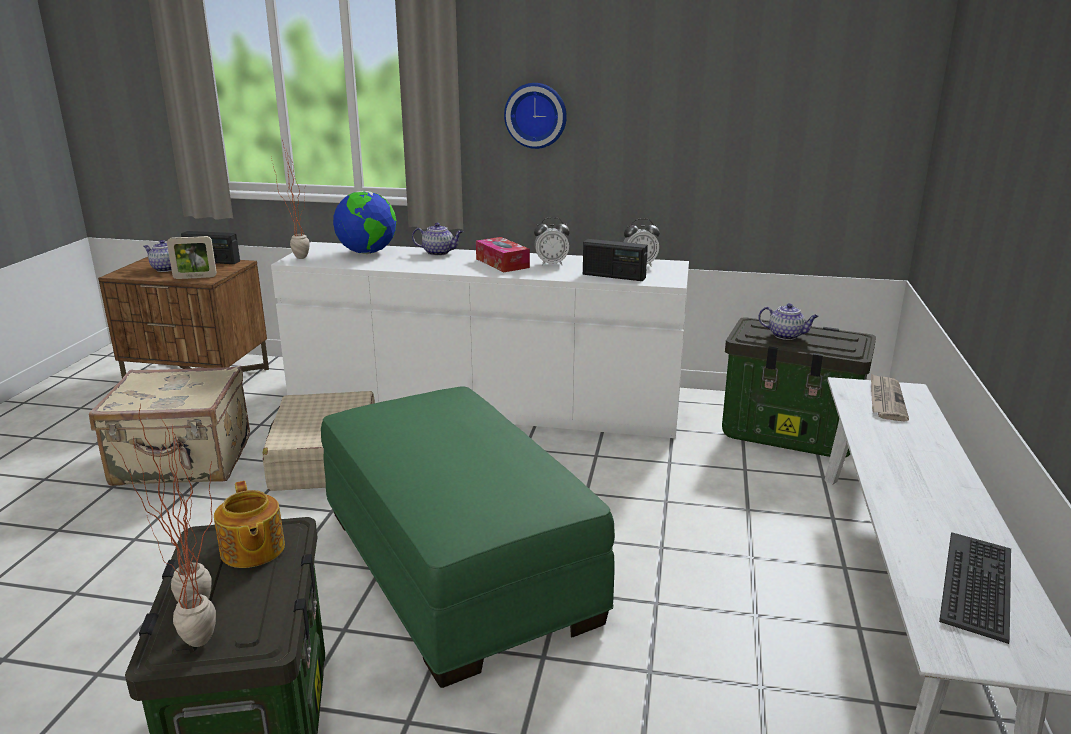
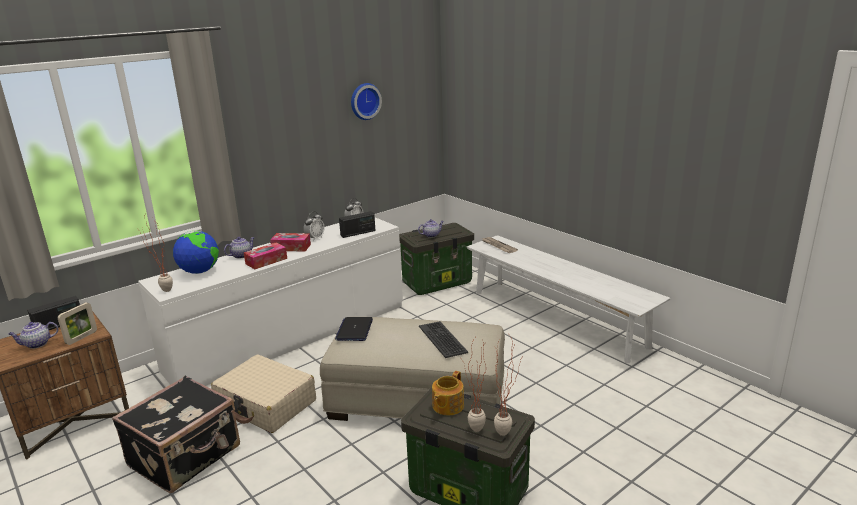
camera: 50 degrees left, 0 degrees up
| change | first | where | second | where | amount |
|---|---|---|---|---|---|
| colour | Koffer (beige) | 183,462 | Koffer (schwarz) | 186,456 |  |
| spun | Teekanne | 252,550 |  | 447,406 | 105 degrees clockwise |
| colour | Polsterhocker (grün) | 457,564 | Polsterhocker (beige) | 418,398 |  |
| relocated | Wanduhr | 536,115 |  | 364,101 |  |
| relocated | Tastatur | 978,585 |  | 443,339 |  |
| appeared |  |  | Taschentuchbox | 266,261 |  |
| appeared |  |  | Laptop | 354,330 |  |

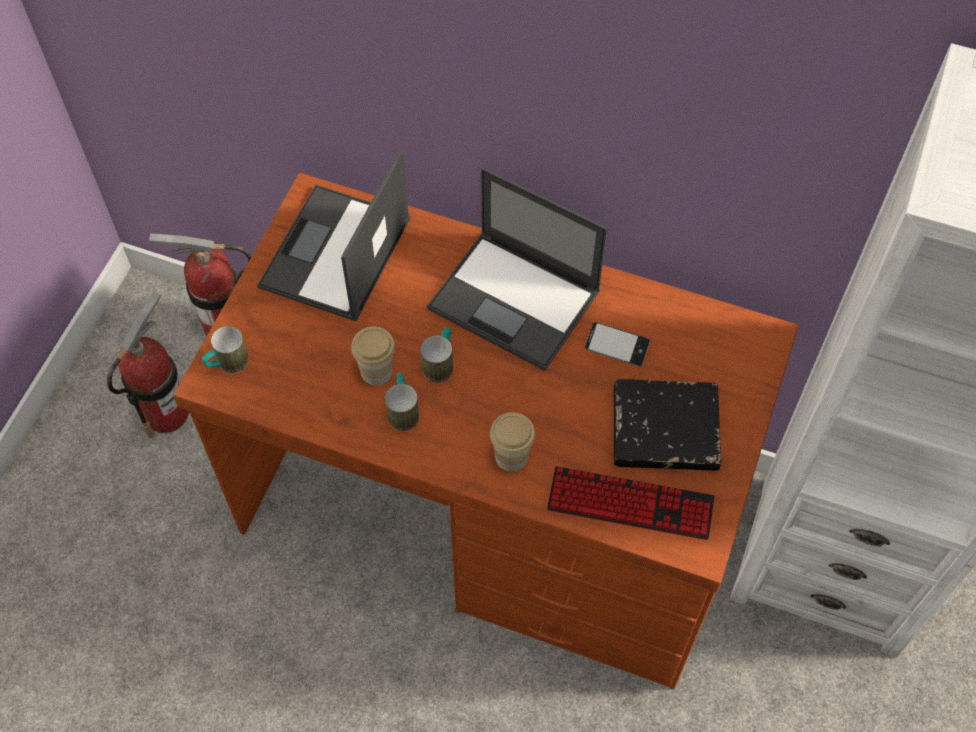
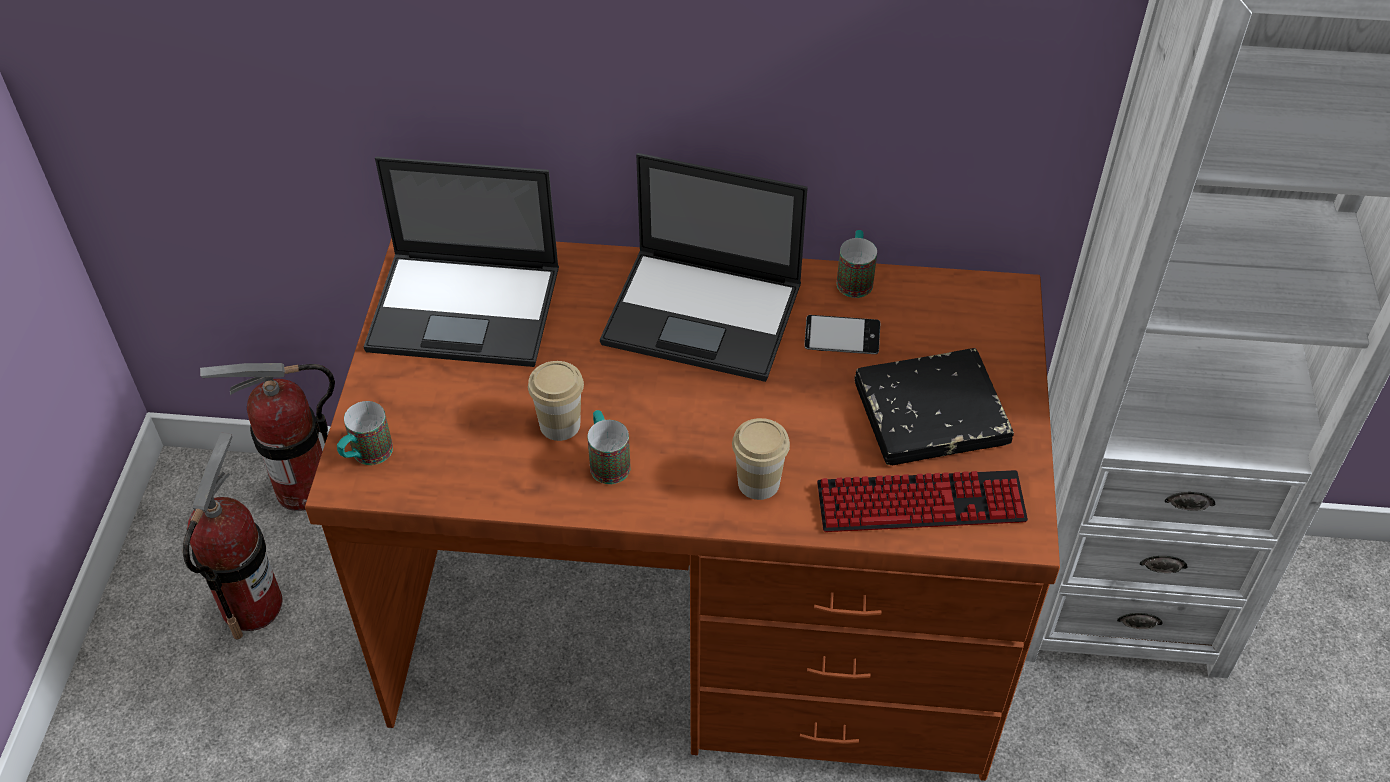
camera: 15 degrees left, 10 degrees down
| change | first | where | second | where | amount |
|---|---|---|---|---|---|
| spun | Laptop | 335,255 |  | 467,309 | 90 degrees counterclockwise |
| relocated | Henkelbecher | 440,363 |  | 855,278 |  |

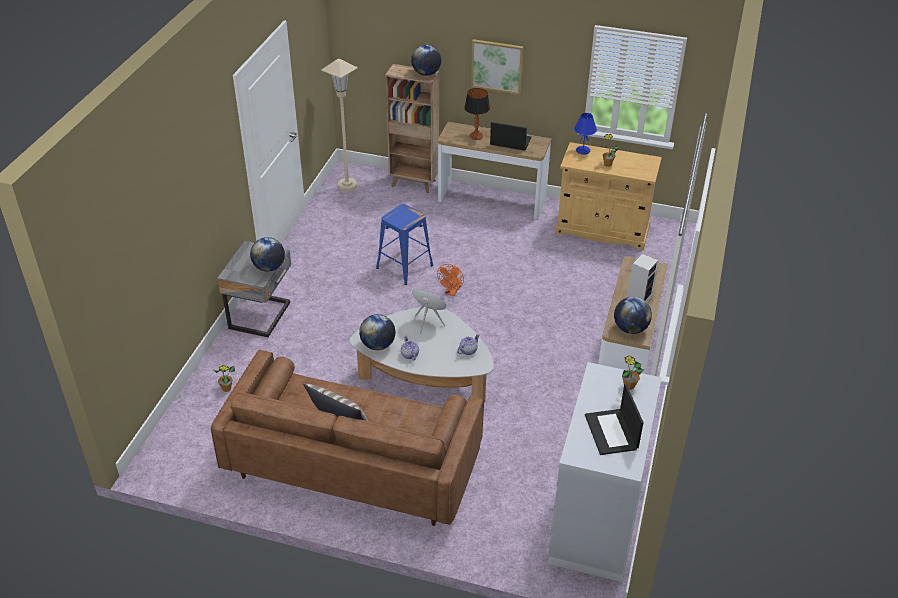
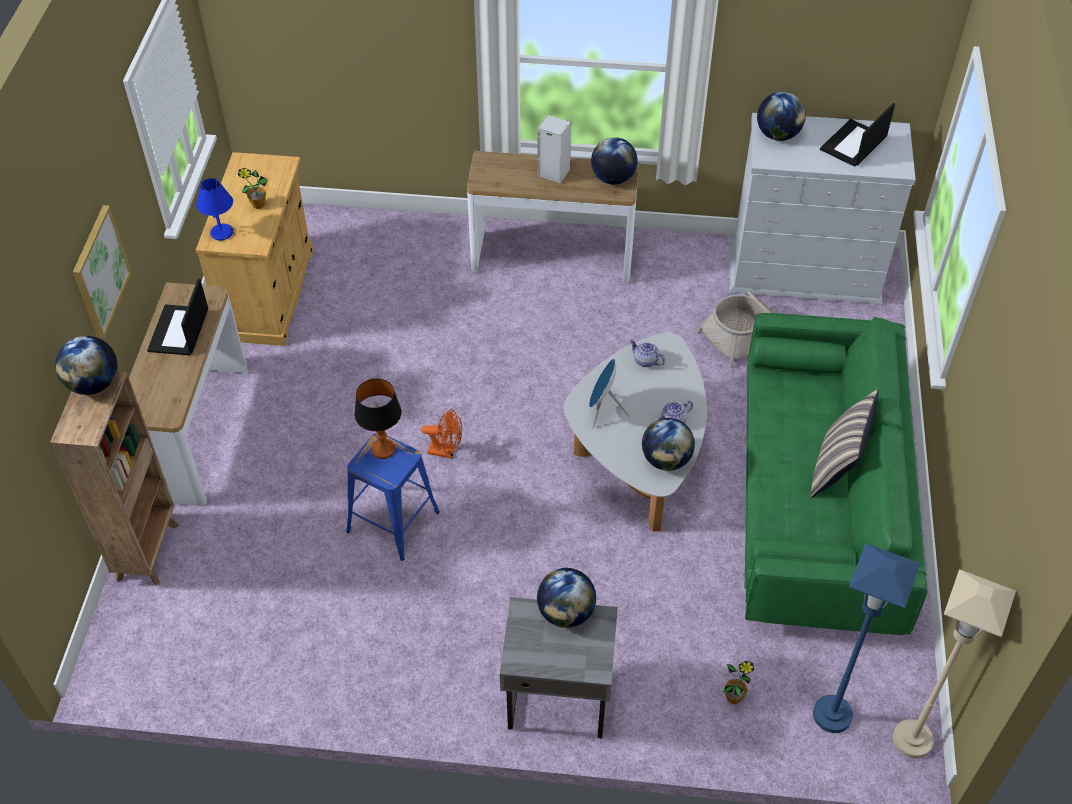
camera: 100 degrees left, 10 degrees up
| change | first | where | second | where | amount |
|---|---|---|---|---|---|
| colour | Sofa (braun) | 353,465 | Sofa (grün) | 816,503 |  |
| relocated | Stehlampe (beige) | 347,186 |  | 912,740 |  |
| relocated | Tischlampe | 476,136 |  | 383,450 |  |
| spun | Laptop | 612,432 |  | 853,144 | 150 degrees clockwise |
| exchanged | Topfpflanze | 629,386 | Globus | 777,135 |  |
| appeared |  |  | Korb | 744,335 |  |
| appeared |  |  | Stehlampe (blau) | 832,715 |  |

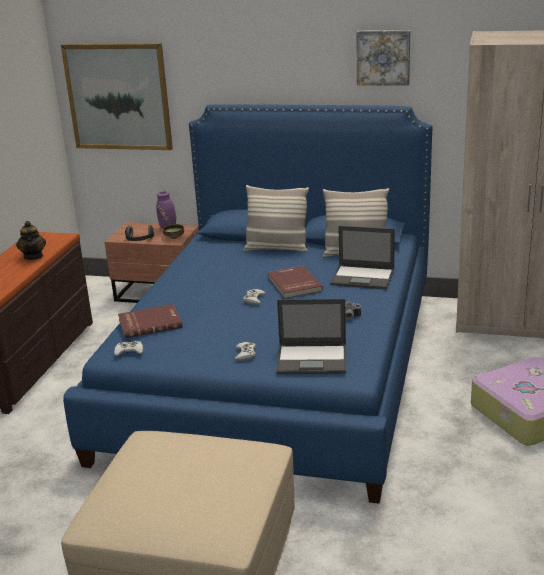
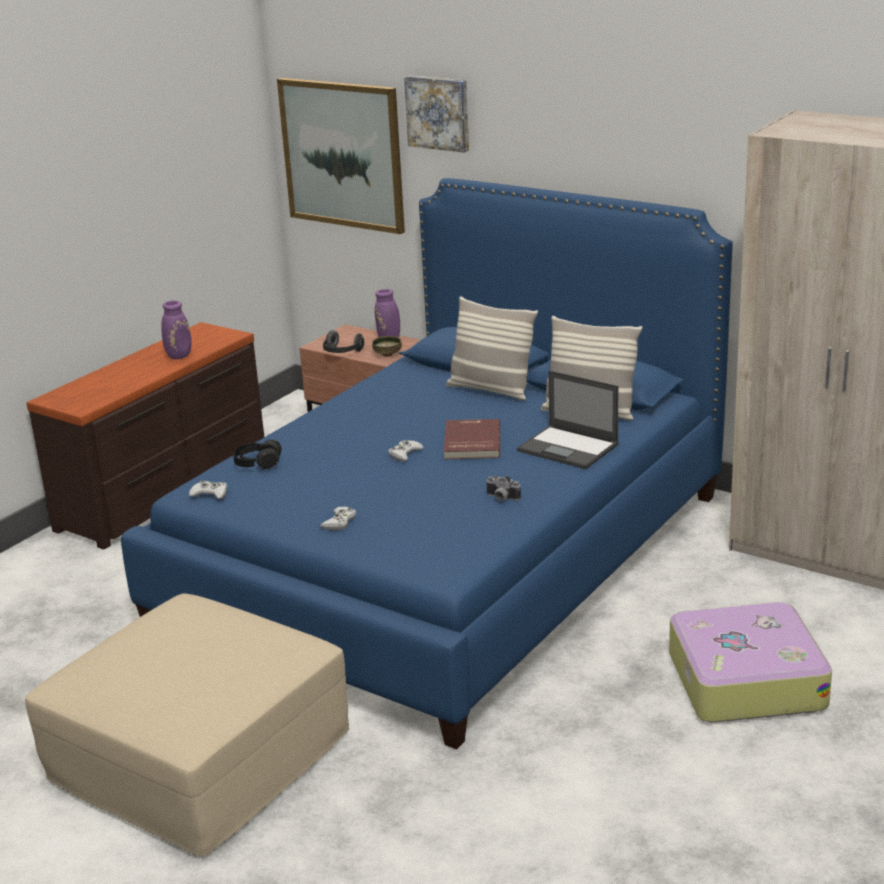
camera: 20 degrees right, 0 degrees up
| change | first | where | second | where | amount |
|---|---|---|---|---|---|
| exchanged | Teekanne | 33,256 | Vase (lila) | 180,356 |  |
| exchanged | Buch (rot) | 150,323 | Kopfhörer (schwarz) | 258,463 |  |
| missing | Laptop | 313,359 |  |  |  |
| relocated | Bild | 383,57 |  | 439,112 |  |

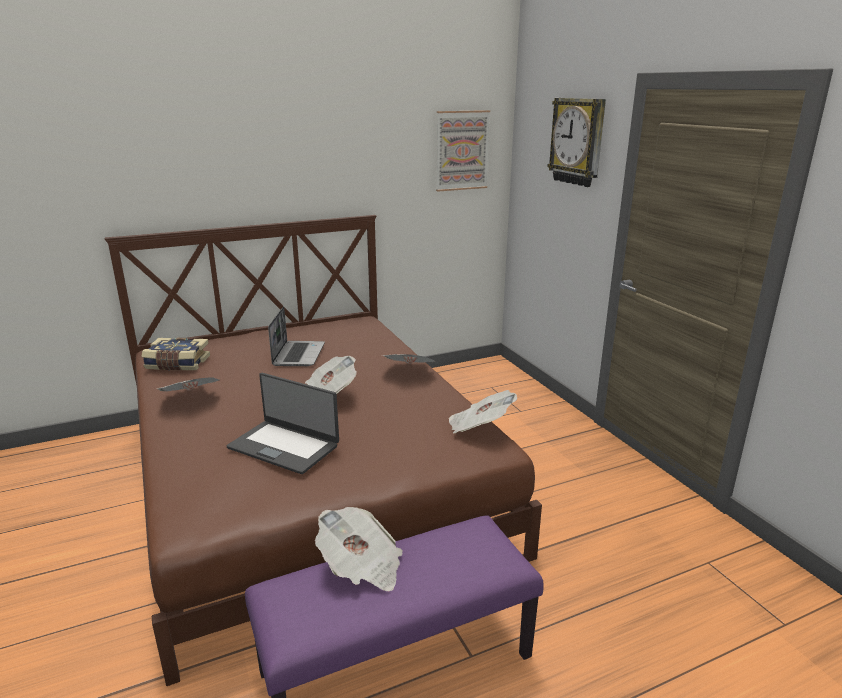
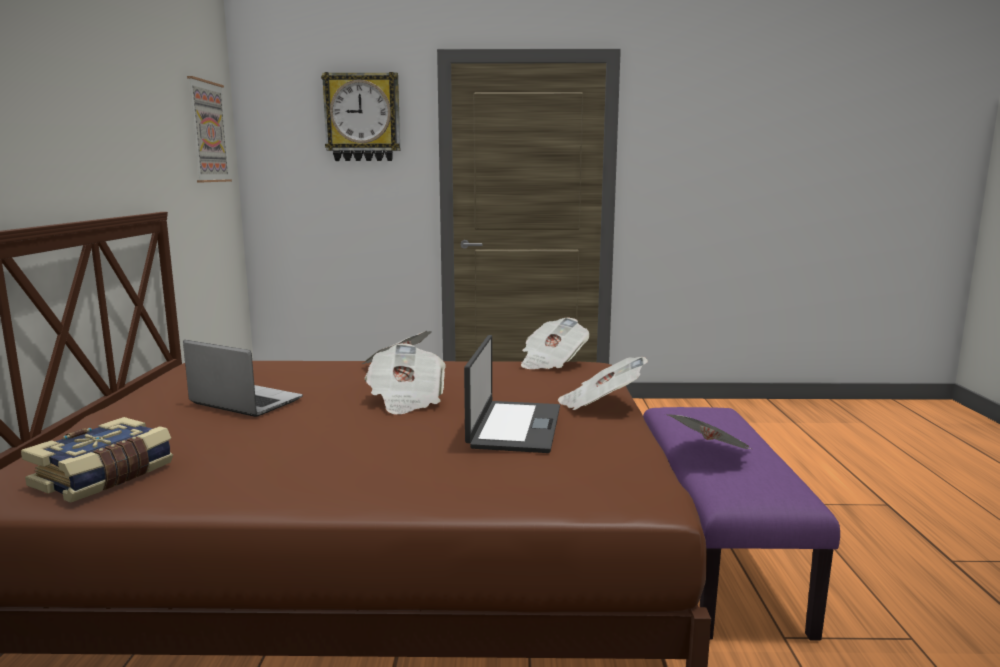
camera: 65 degrees left, 10 degrees down
| change | first | where | second | where | amount |
|---|---|---|---|---|---|
| relocated | Zeitung | 191,399 |  | 600,405 |  |
| spun | Laptop | 284,446 |  | 513,427 | 45 degrees counterclockwise |

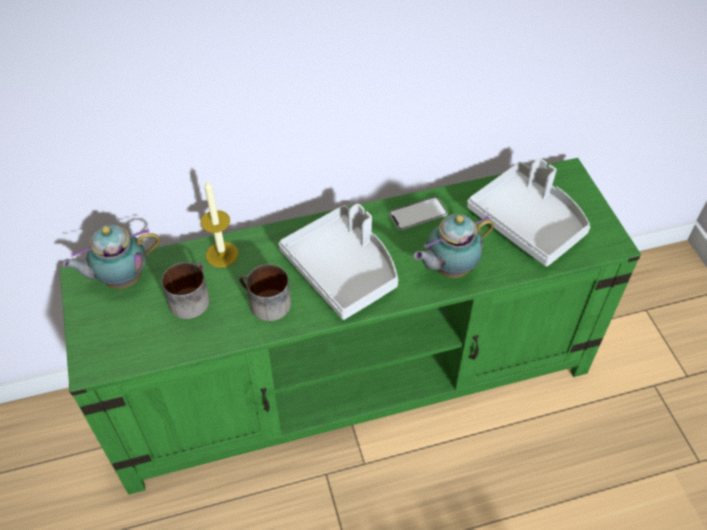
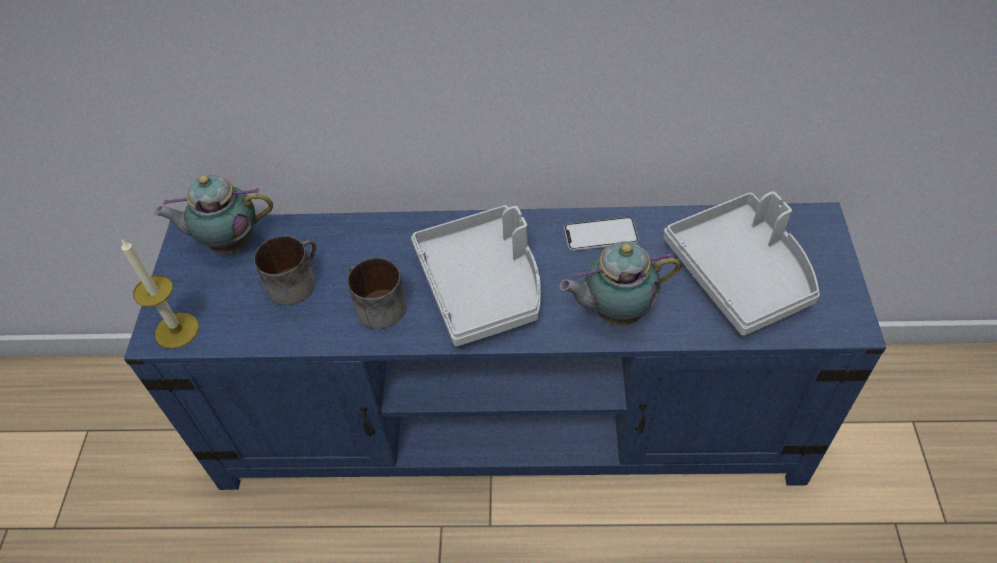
camera: 20 degrees right, 0 degrees up
| change | first | where | second | where | amount |
|---|---|---|---|---|---|
| colour | Fernsehschrank (grün) | 354,379 | Fernsehschrank (blau) | 511,421 |  |
| relocated | Kerze | 222,254 |  | 177,330 |  |

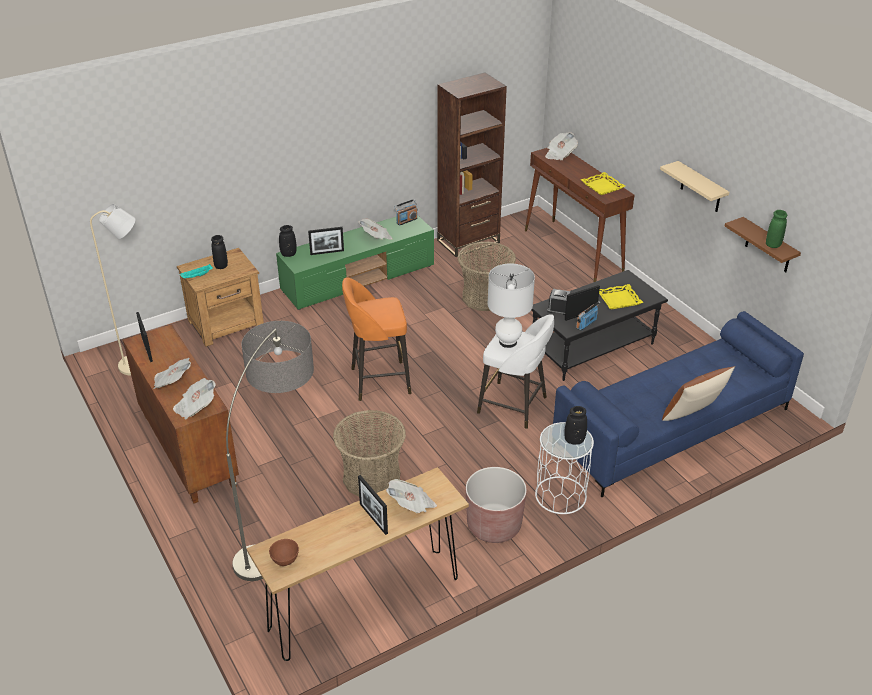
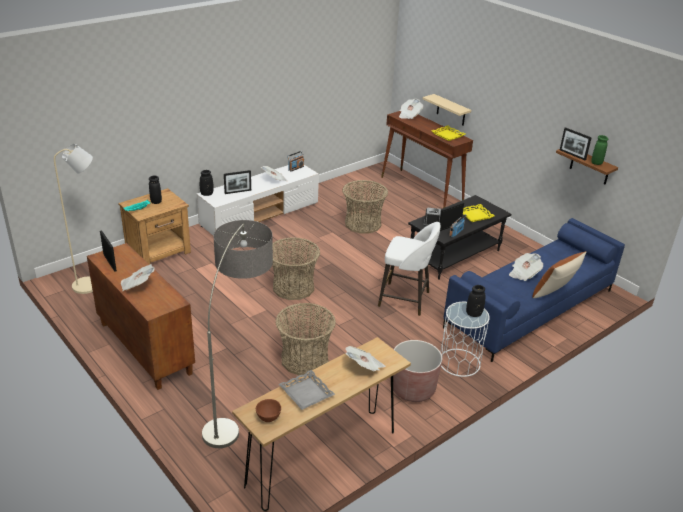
camera: 10 degrees left, 5 degrees down
| change | first | where | second | where | amount |
|---|---|---|---|---|---|
| relocated | Zeitung | 195,407 |  | 524,274 |  |
| colour | Fernsehschrank (grün) | 359,278 | Fernsehschrank (weiß) | 260,214 |  |
| exchanged | Hocker (orange) | 378,381 | Korb | 293,287 |  |
| relocated | Bilderrahmen | 373,518 |  | 572,155 |  |
| missing | Bücherregal (braun) | 468,241 |  |  |  |
| missing | Tischlampe (weiß) | 507,342 |  |  |  |
| relocated | Wandregal (beige) | 701,188 |  | 451,110 |  |
| appeared |  |  | Tablett (grau) | 306,393 |  |

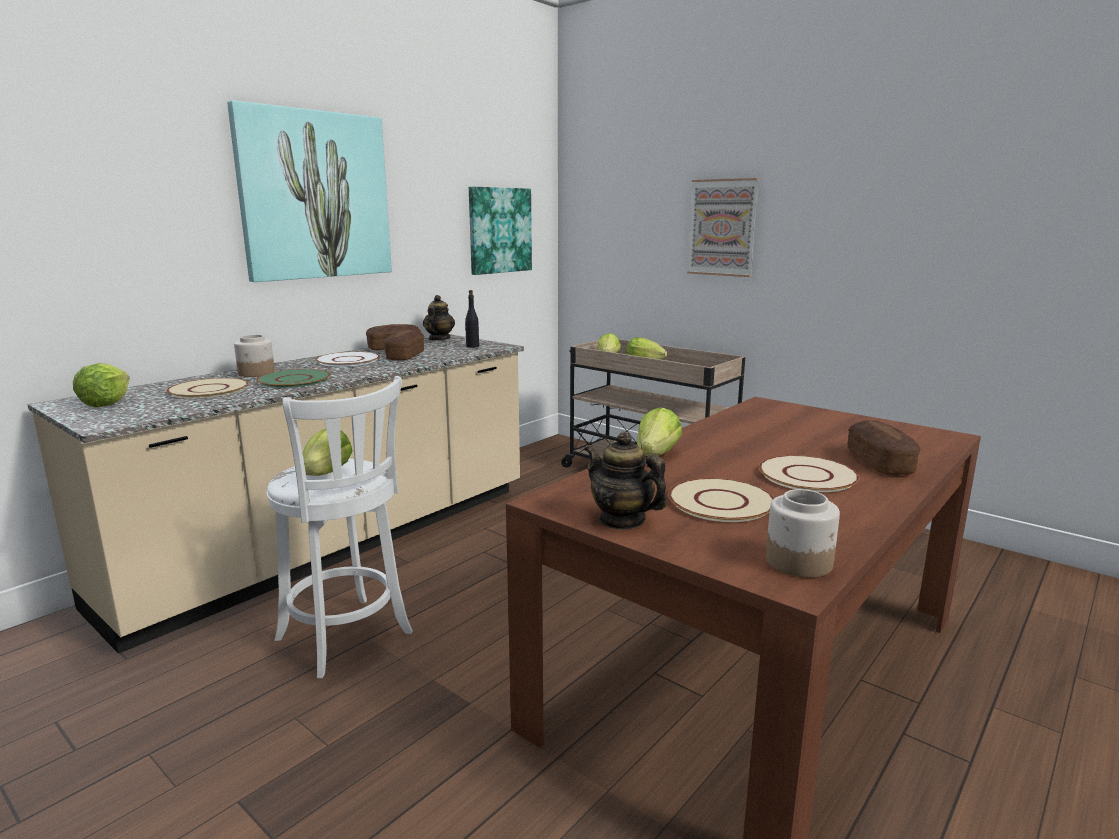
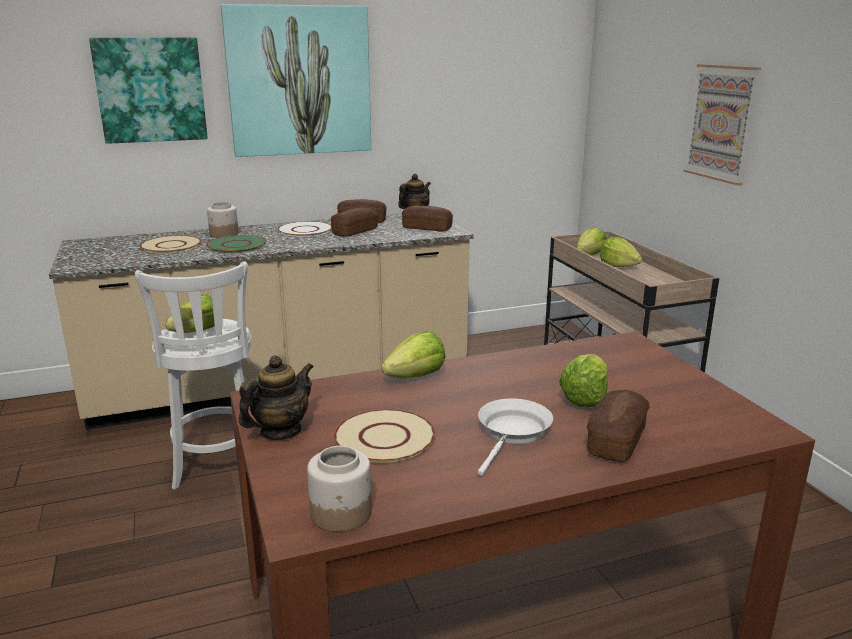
camera: 30 degrees right, 5 degrees up
| change | first | where | second | where | amount |
|---|---|---|---|---|---|
| relocated | Salatkopf | 107,403 |  | 585,398 |  |
| exchanged | Flasche (schwarz) | 472,346 | Brot | 427,228 |  |
| relocated | Bild | 499,230 |  | 151,90 |  |
| spun | Teekanne | 622,520 |  | 280,431 | 60 degrees clockwise |
| exchanged | Teller (beige) | 807,475 | Pfanne (weiß) | 512,433 |  |

